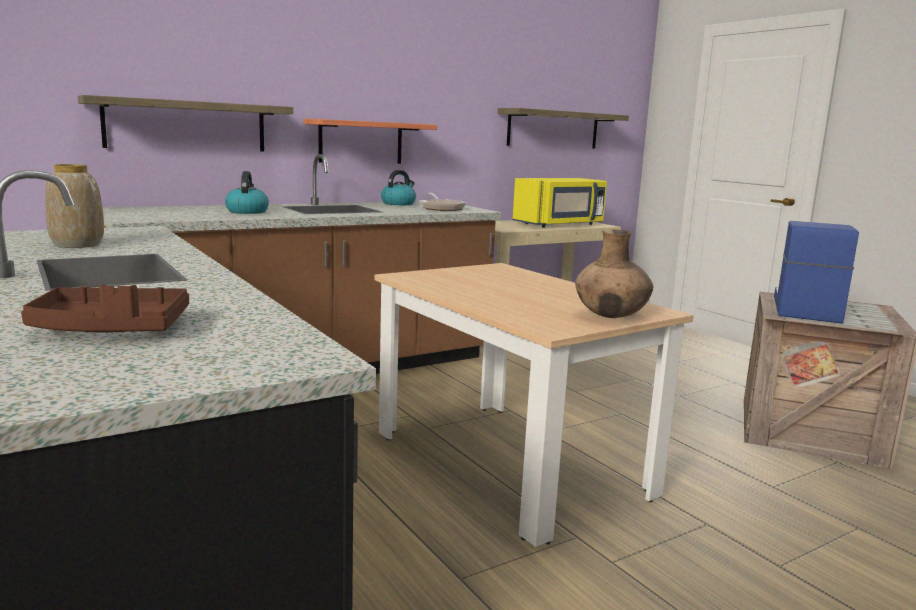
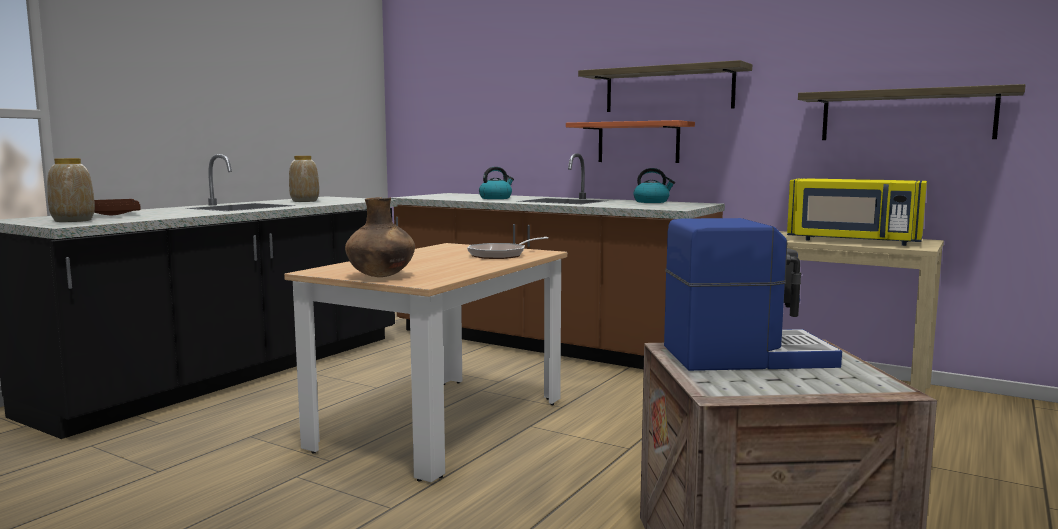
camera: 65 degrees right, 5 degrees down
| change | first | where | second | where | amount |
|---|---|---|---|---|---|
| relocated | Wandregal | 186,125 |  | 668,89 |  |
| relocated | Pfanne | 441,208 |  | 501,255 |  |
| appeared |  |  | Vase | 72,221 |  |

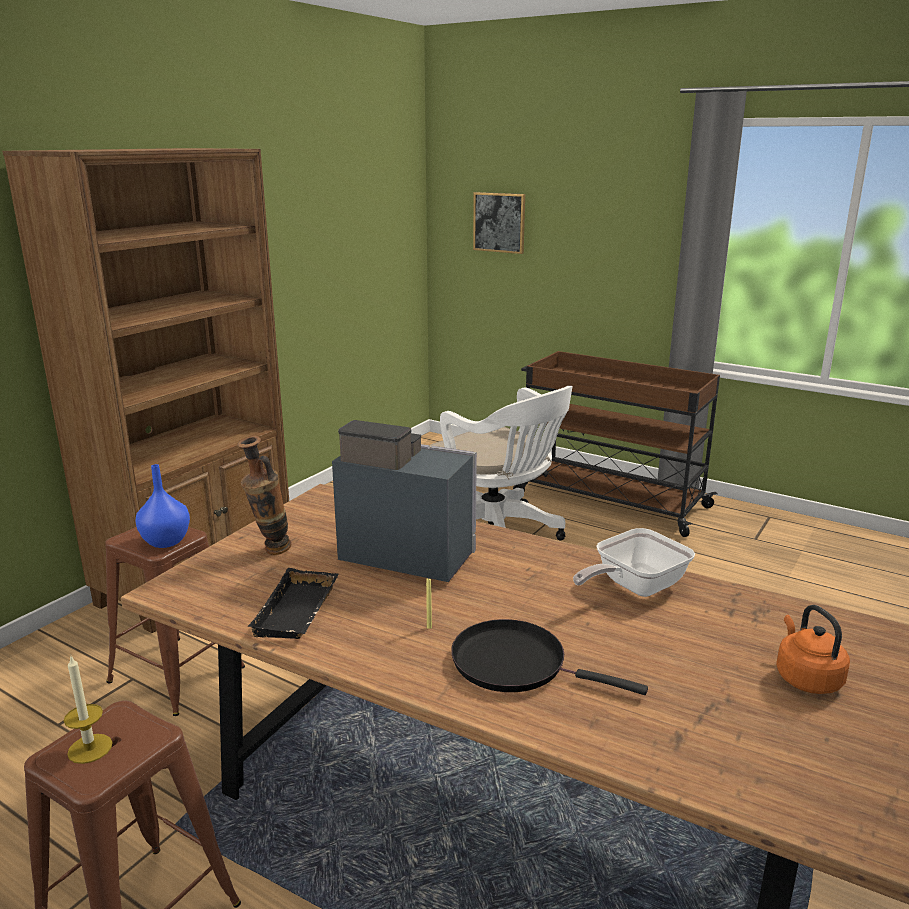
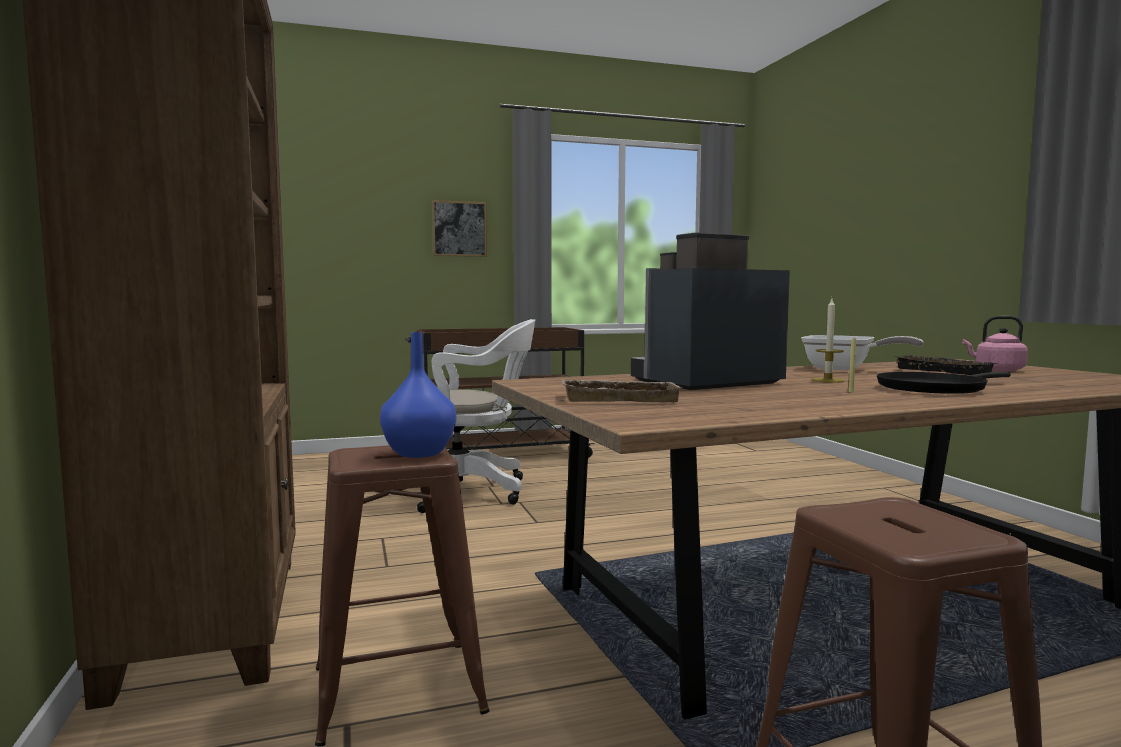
camera: 50 degrees left, 15 degrees down
| change | first | where | second | where | amount |
|---|---|---|---|---|---|
| relocated | Kerze | 90,748 |  | 828,380 |  |
| exchanged | Vase | 270,552 | Tablett (beige) | 620,398 |  |
| relocated | Tablett (schwarz) | 299,612 |  | 946,371 |  |
| relocated | Bild | 499,222 |  | 459,229 |  |
| spun | Pfanne | 633,587 |  | 845,369 | 60 degrees counterclockwise |
| colour | Wasserkessel (orange) | 806,678 | Wasserkessel (rosa) | 997,370 |  |

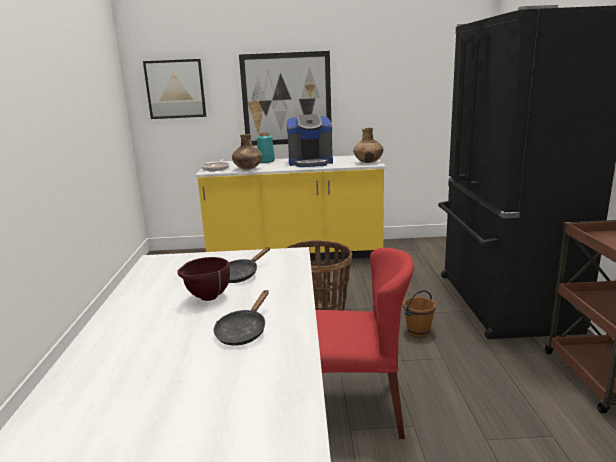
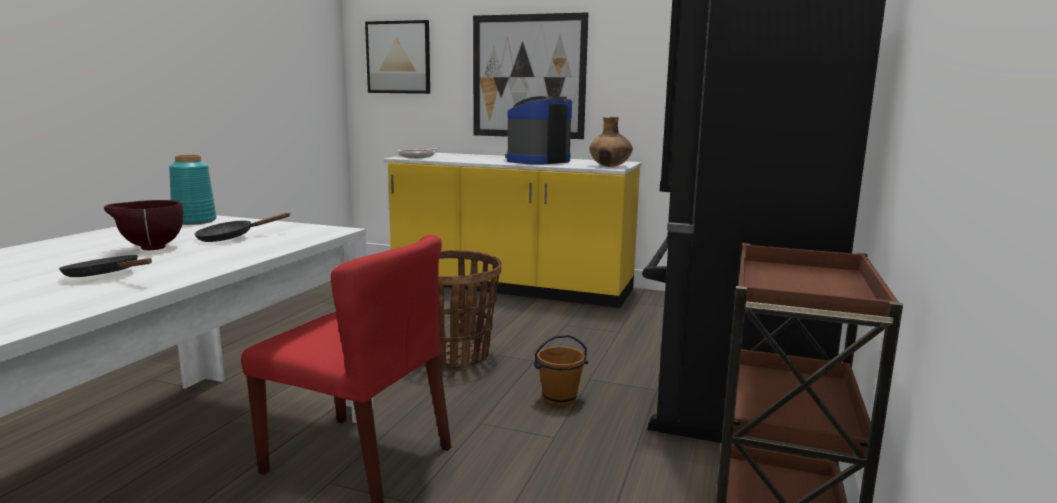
camera: 20 degrees right, 5 degrees down
| change | first | where | second | where | amount |
|---|---|---|---|---|---|
| spun | Pfanne (schwarz) | 243,331 |  | 106,276 | 75 degrees clockwise |
| missing | Vase (braun) | 248,169 |  |  |  |
| relocated | Vase (türkis) | 266,161 |  | 194,221 |  |
| spun | Kaffeemaschine | 310,163 |  | 537,161 | 120 degrees clockwise |

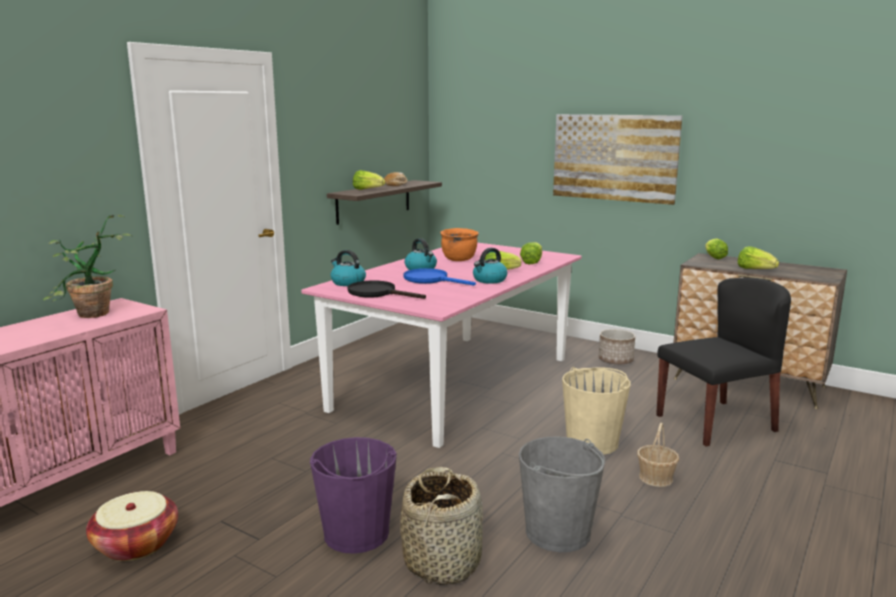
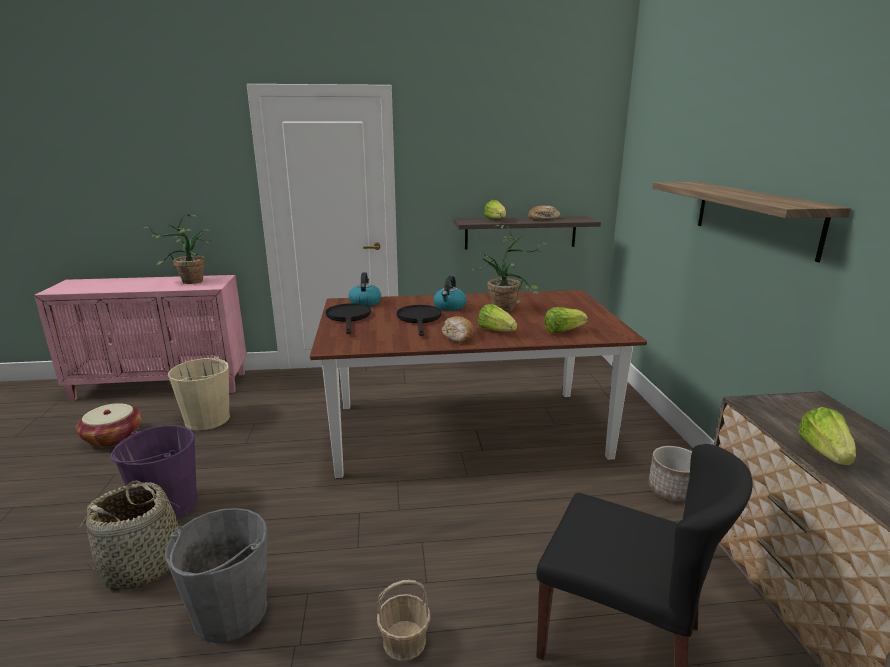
camera: 50 degrees right, 5 degrees up
| change | first | where | second | where | amount |
|---|---|---|---|---|---|
| colour | Esstisch (rosa) | 454,383 | Esstisch (braun) | 467,430 |  |
| colour | Pfanne (blau) | 431,280 | Pfanne (schwarz) | 419,319 |  |
| exchanged | Kochtopf (orange) | 459,259 | Topfpflanze | 509,307 |  |
| exchanged | Wasserkessel | 489,280 | Brot | 458,336 |  |
| exchanged | Bild | 614,157 | Wandregal | 754,217 |  |
| relocated | Eimer (beige) | 592,442 |  | 208,419 |  |
| missing | Salatkopf | 713,257 |  |  |  |

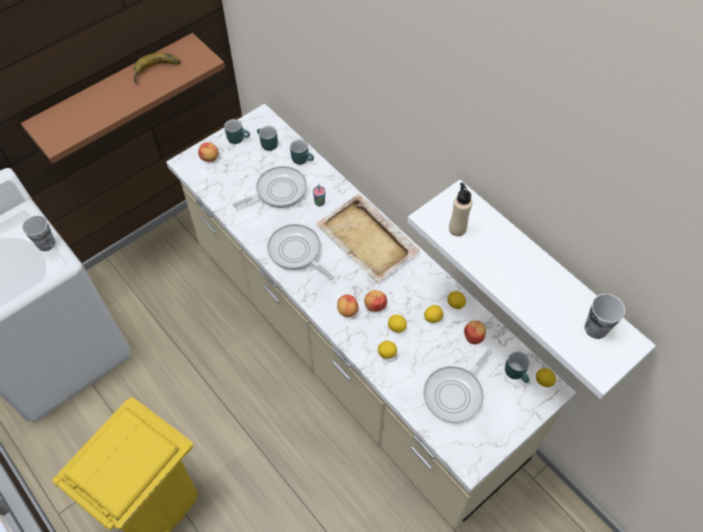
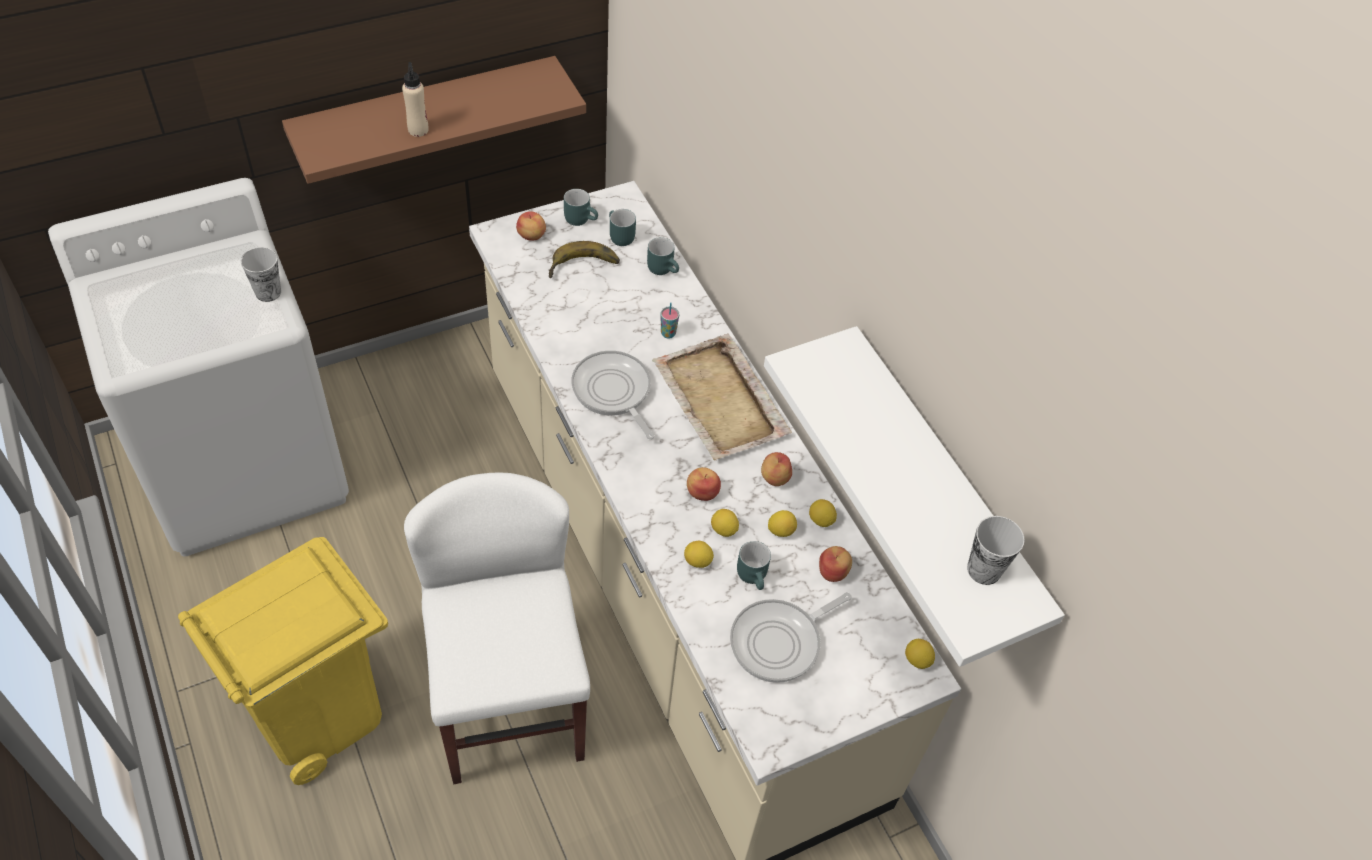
camera: 10 degrees right, 5 degrees down
| change | first | where | second | where | amount |
|---|---|---|---|---|---|
| relocated | Banane | 157,71 |  | 584,268 |  |
| missing | Pfanne | 278,191 |  |  |  |
| relocated | Apfel | 347,311 |  | 774,478 |  |
| relocated | Flasche (beige) | 457,229 |  | 418,130 |  |
| relocated | Henkelbecher (türkis) | 517,373 |  | 755,576 |  |
| appeared |  |  | Stuhl (weiß) | 509,702 |  |

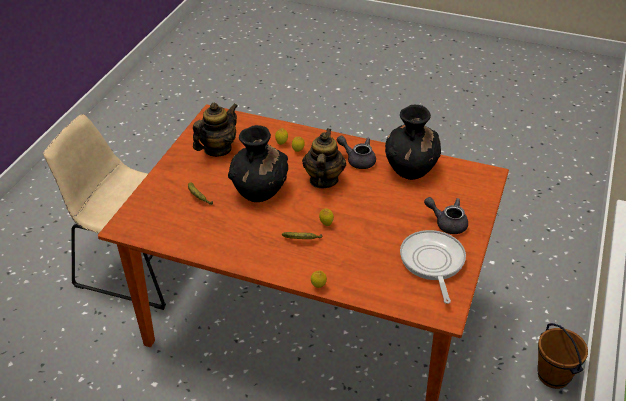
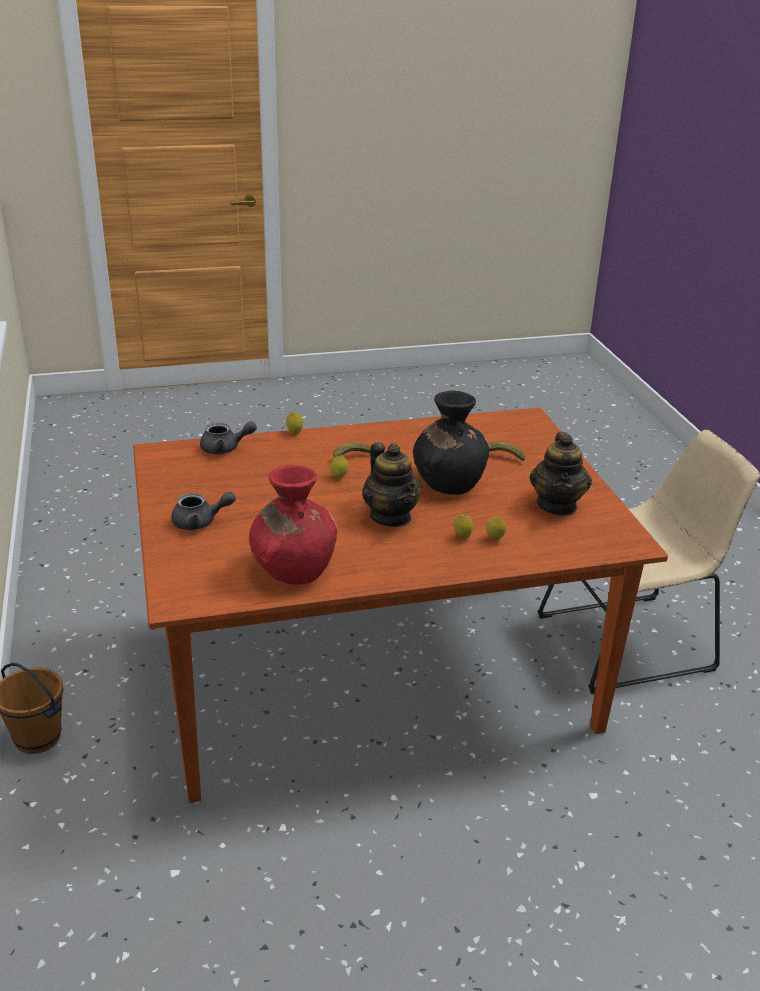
camera: 145 degrees right, 10 degrees down
| change | first | where | second | where | amount |
|---|---|---|---|---|---|
| relocated | Teekanne (grau) | 358,160 |  | 225,449 |  |
| colour | Vase (schwarz) | 410,169 | Vase (rot) | 293,568 |  |
| missing | Pfanne | 432,262 |  |  |  |

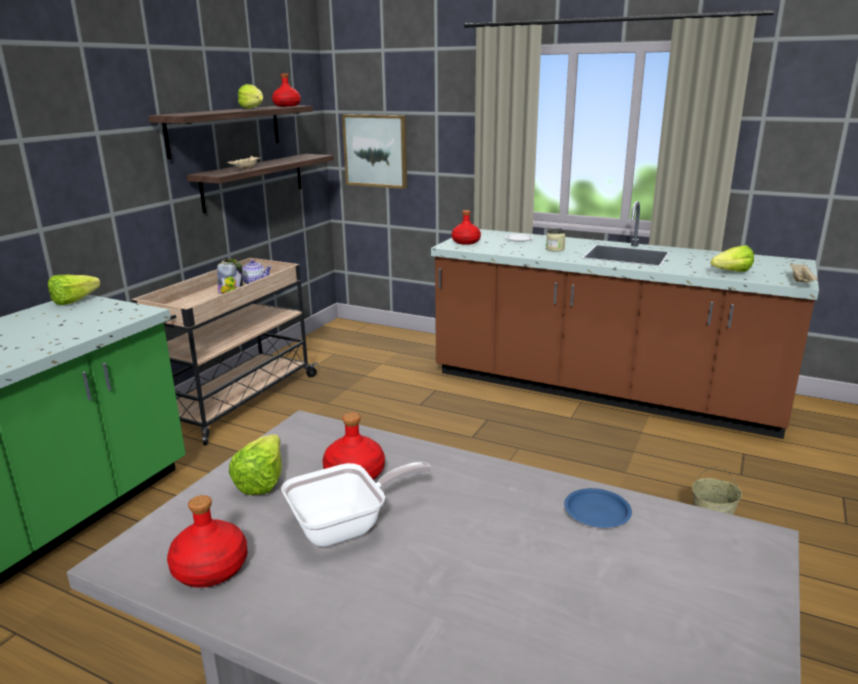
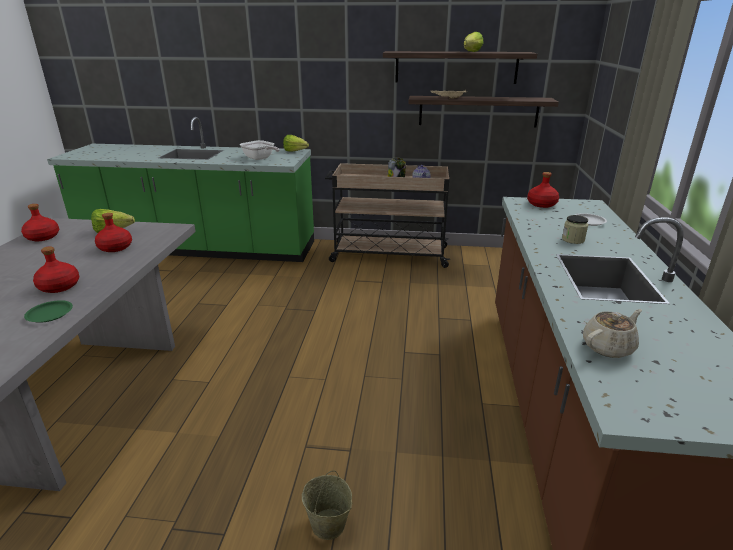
camera: 70 degrees right, 5 degrees up
| change | first | where | second | where | amount |
|---|---|---|---|---|---|
| relocated | Flasche (rot) | 287,106 |  | 60,286 |  |
| relocated | Pfanne | 347,526 |  | 260,158 |  |
| missing | Bild | 376,151 |  |  |  |
| colour | Teller (blau) | 597,512 | Teller (grün) | 50,314 |  |
| exchanged | Salatkopf | 727,272 | Teekanne (beige) | 608,347 |  |
| missing | Tablett (beige) | 801,282 |  |  |  |

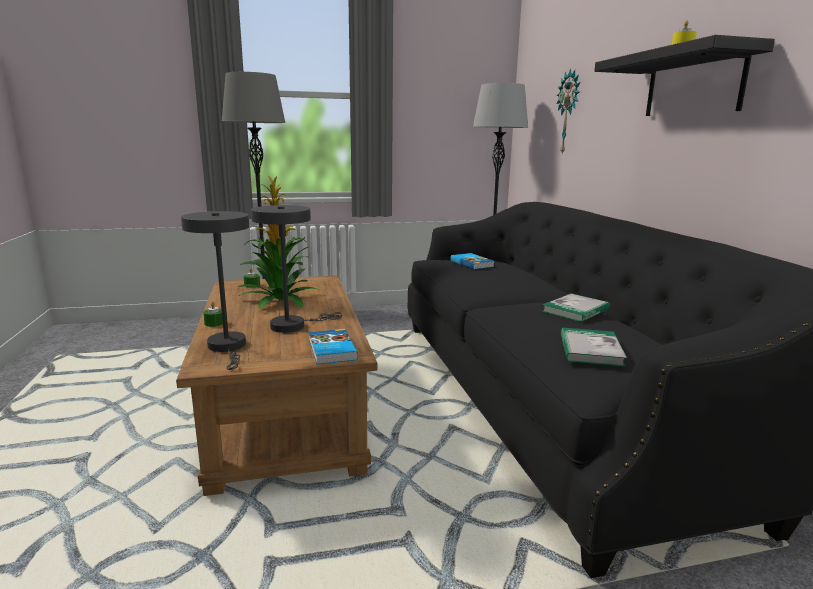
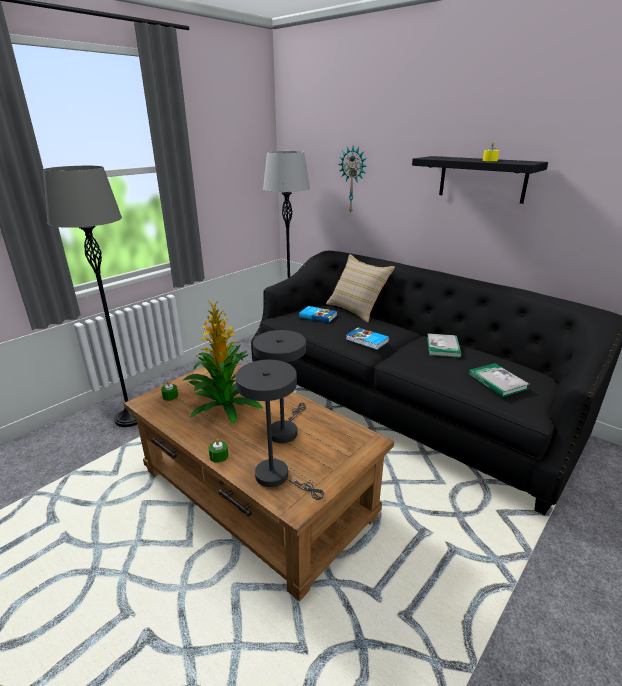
camera: 35 degrees left, 10 degrees up
| change | first | where | second | where | amount |
|---|---|---|---|---|---|
| relocated | Buch | 331,350 |  | 367,340 |  |
| appeared |  |  | Kissen (beige) | 357,309 |  |

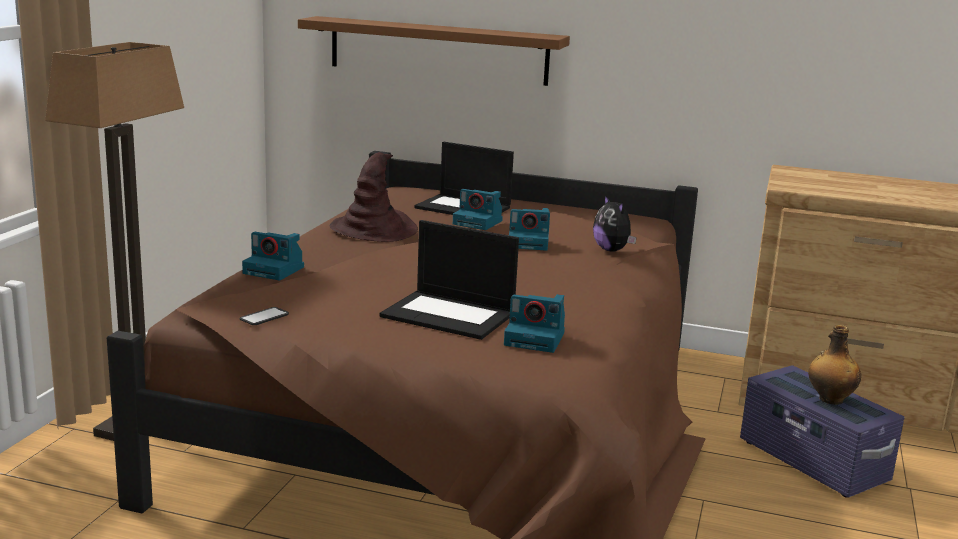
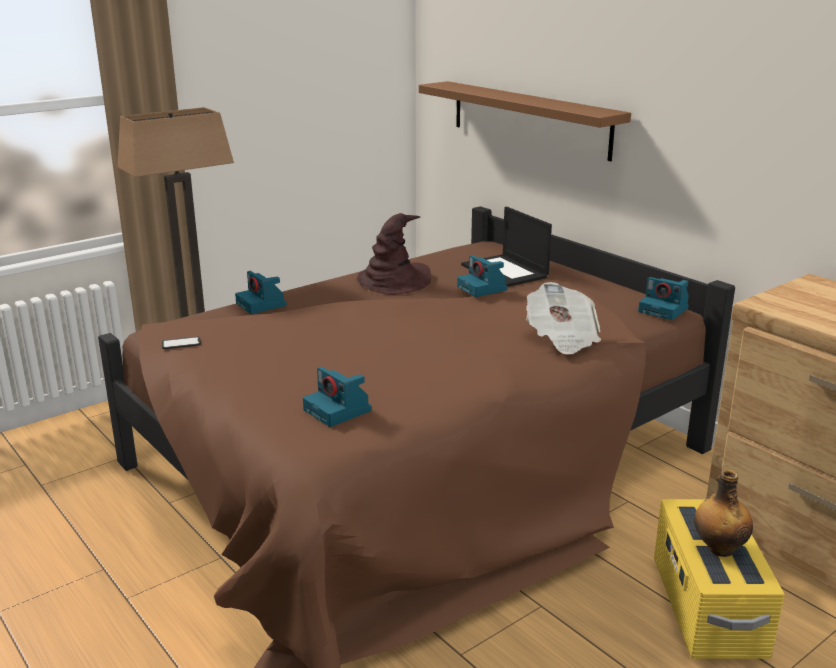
camera: 35 degrees right, 5 degrees up
| change | first | where | second | where | amount |
|---|---|---|---|---|---|
| missing | Laptop | 450,315 |  |  |  |
| relocated | Kamera | 529,243 |  | 664,310 |  |
| exchanged | Plüschtier | 612,250 | Zeitung | 562,338 |  |
| colour | Aufbewahrungsbox (lila) | 812,462 | Aufbewahrungsbox (gelb) | 707,608 |  |

